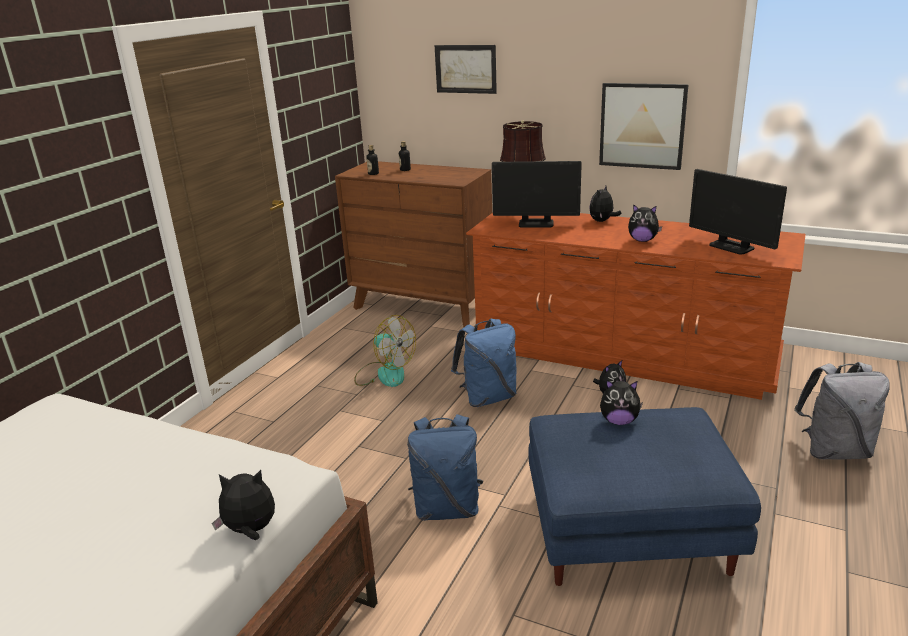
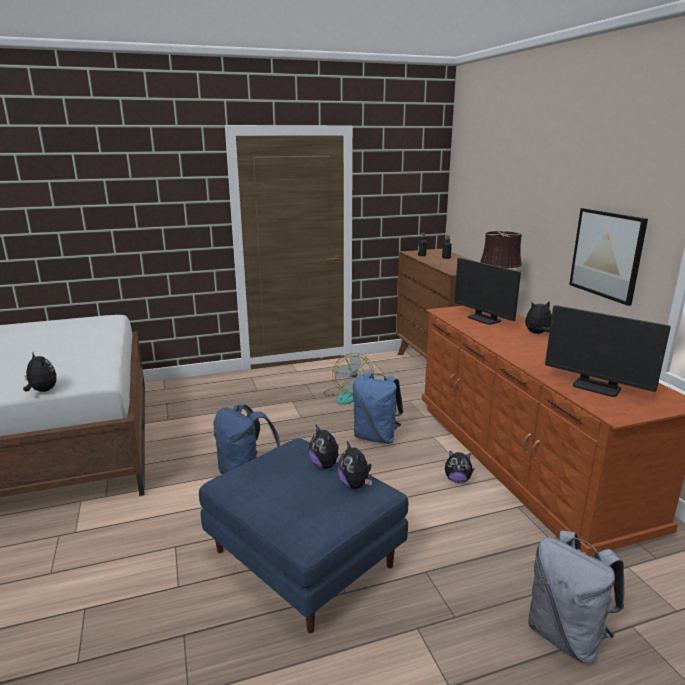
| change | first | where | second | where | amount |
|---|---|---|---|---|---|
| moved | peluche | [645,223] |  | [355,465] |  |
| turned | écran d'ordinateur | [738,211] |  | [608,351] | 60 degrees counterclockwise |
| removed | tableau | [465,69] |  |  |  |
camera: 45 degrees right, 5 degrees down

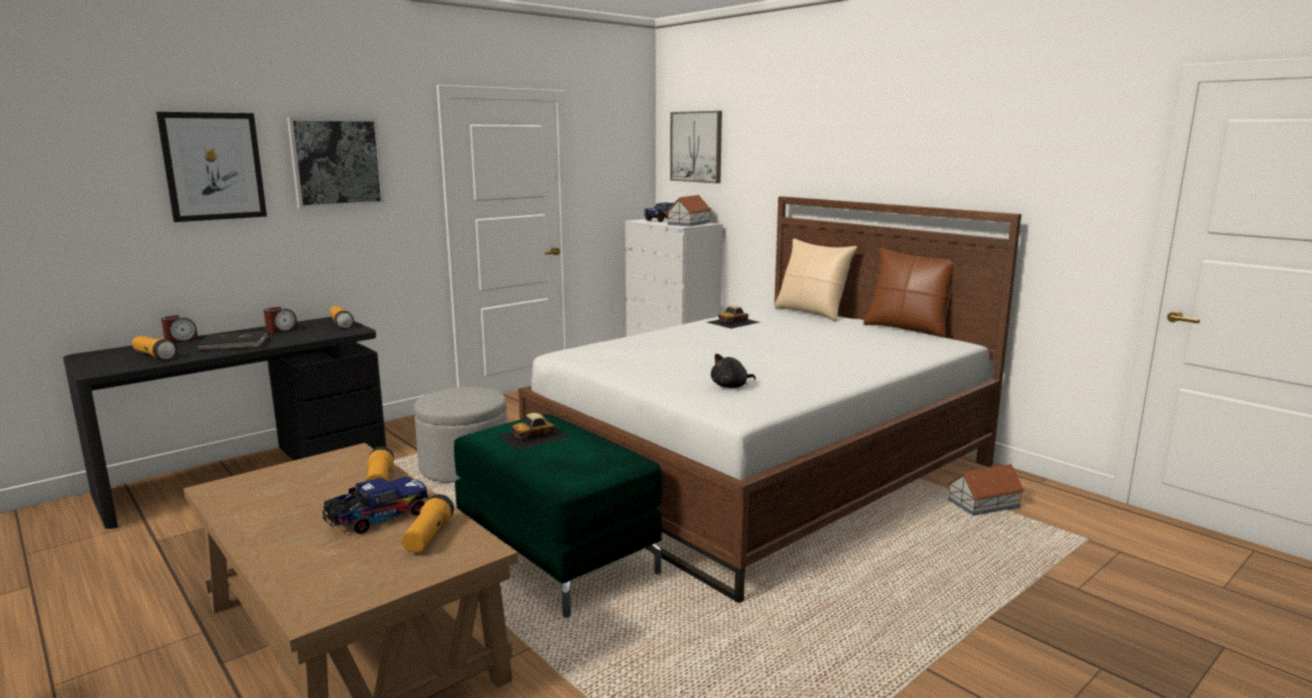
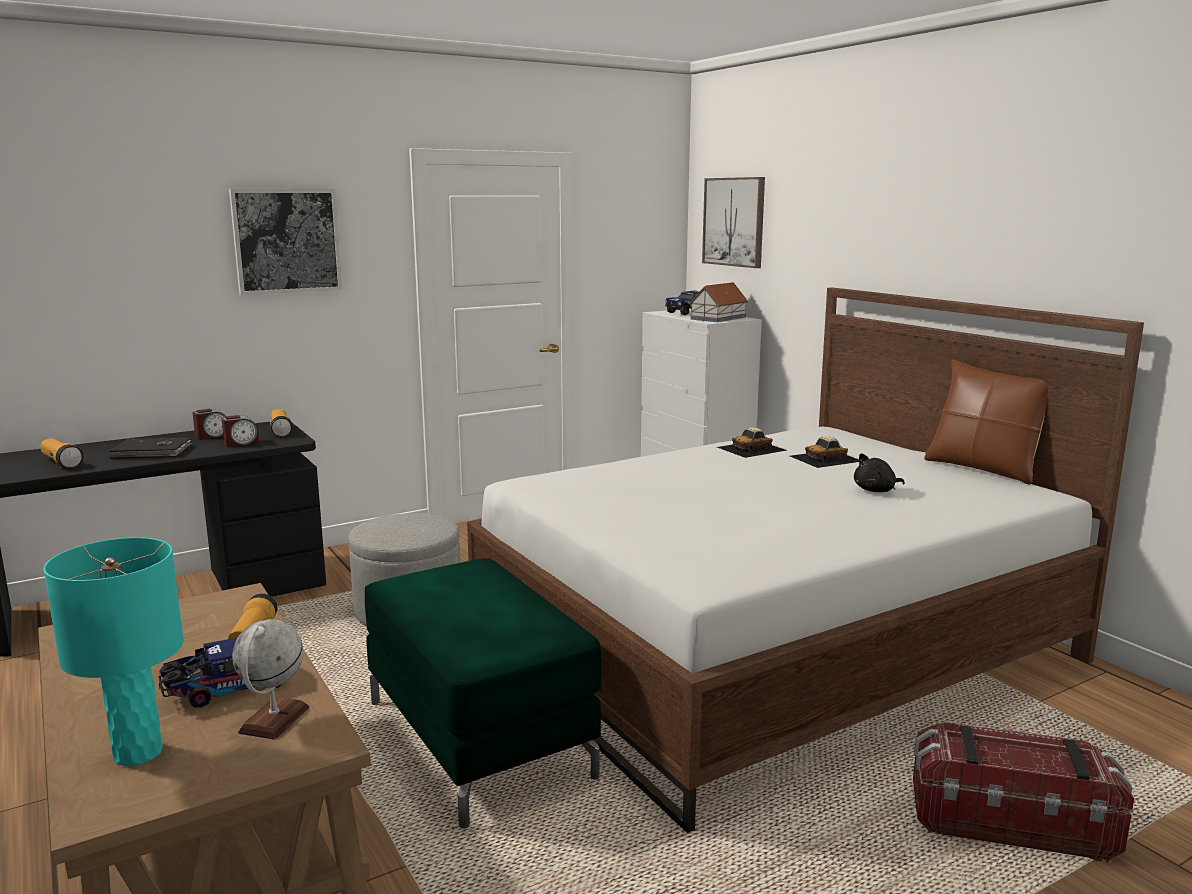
| change | first | where | second | where | amount |
|---|---|---|---|---|---|
| added |  |  | lampe de table (turquoise) | [113,651] |  |
| moved | réveil | [179,329] |  | [240,431] |  |
| replaced | lampe de poche | [428,523] | globe | [270,679] |  |
| moved | petite voiture | [533,431] |  | [824,452] |  |
| moved | peluche (noir) | [733,371] |  | [879,472] |  |
| added |  |  | boîte de rangement | [1023,792] |  |
| removed | tableau | [211,167] |  |  |  |
| removed | coussin (beige) | [815,279] |  |  |  |
| removed | maison miniature | [986,490] |  |  |  |
camera: 10 degrees right, 0 degrees up

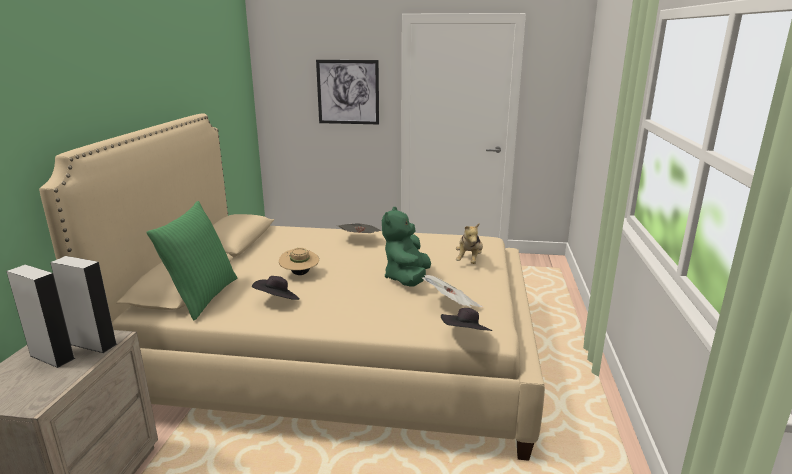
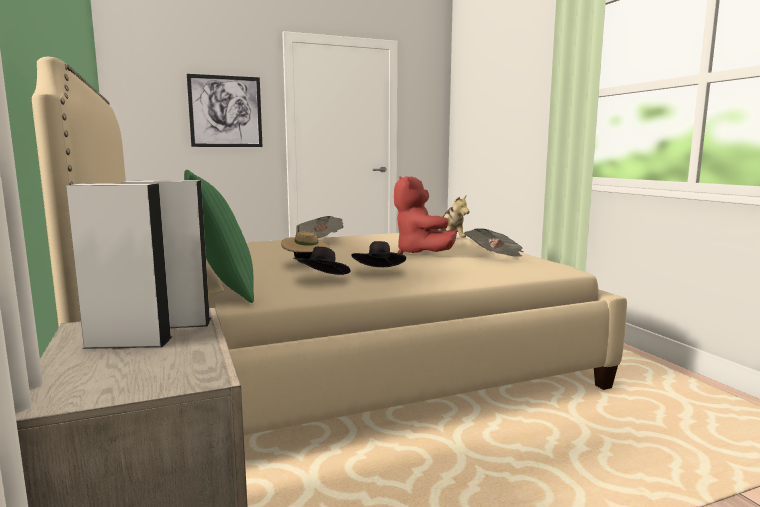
| change | first | where | second | where | amount |
|---|---|---|---|---|---|
| moved | chapeau (noir) | [466,319] |  | [379,254] |  |
| recoloured | peluche (vert) | [406,246] | peluche (rouge) | [425,215] |  |
camera: 30 degrees left, 10 degrees down

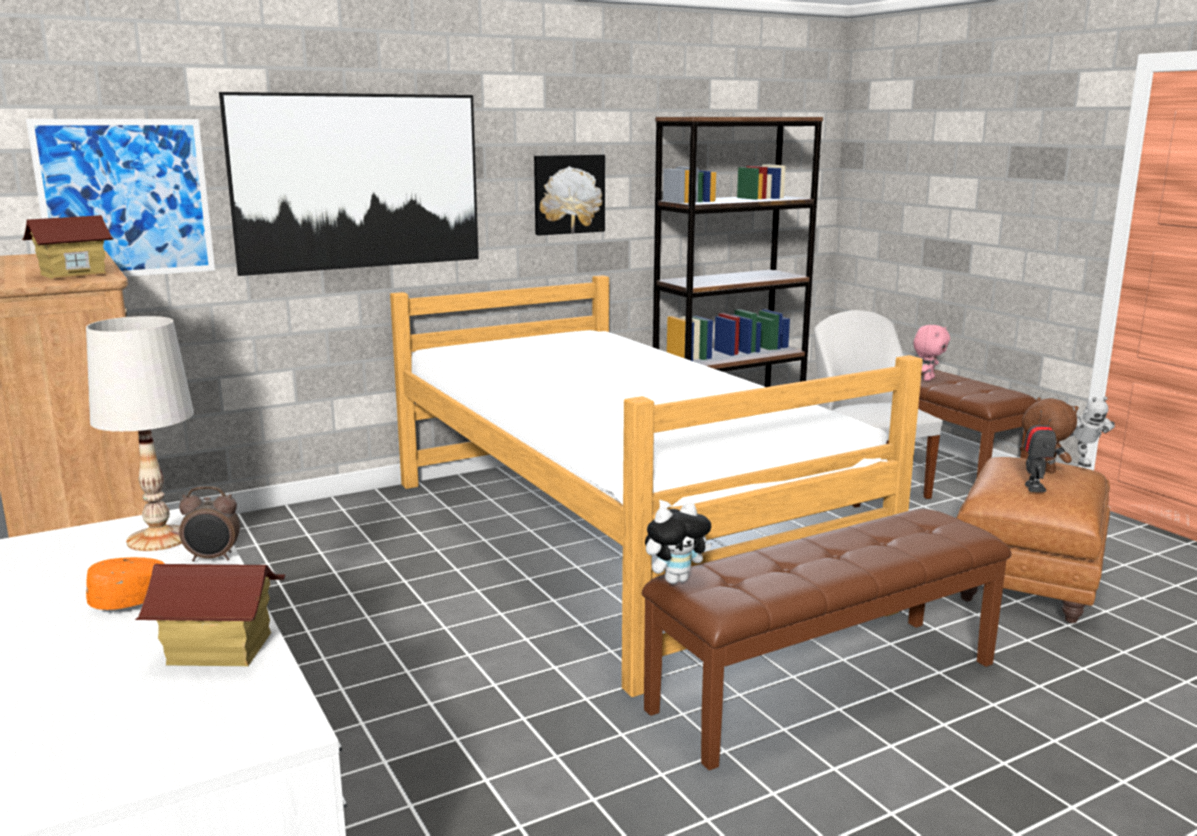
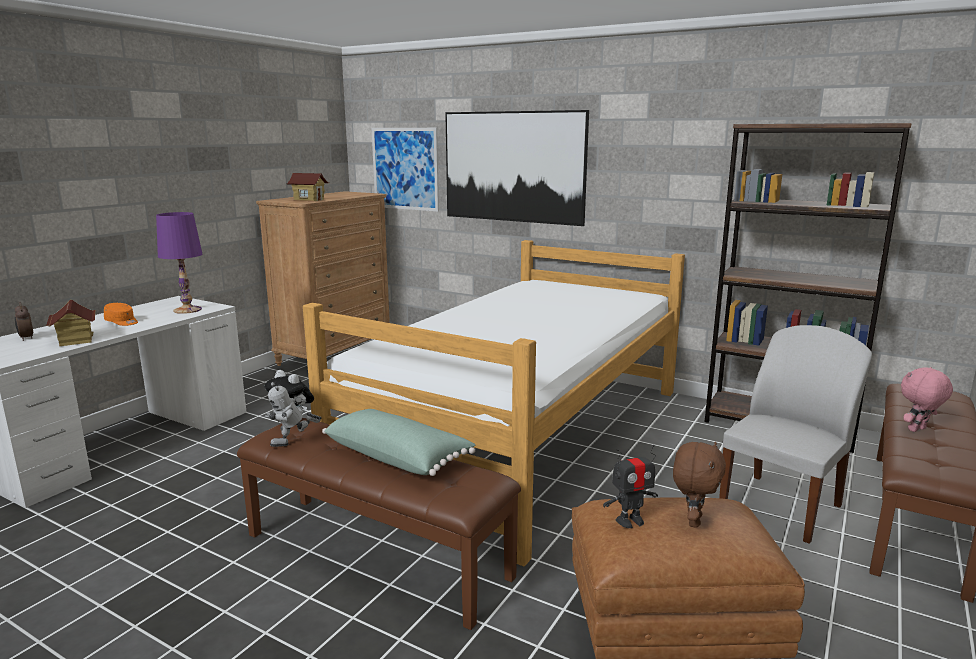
| change | first | where | second | where | amount |
|---|---|---|---|---|---|
| moved | réveil | [209,523] |  | [24,321] |  |
| recoloured | lampe de table (blanc) | [140,433] | lampe de table (violet) | [179,263] |  |
| moved | robot jouet | [1092,432] |  | [293,414] |  |
| added |  |  | coussin (vert) | [398,442] |  |
| turned | peluche (rose) | [931,353] |  | [927,399] | 150 degrees clockwise |
| removed | tableau | [569,195] |  |  |  |
camera: 60 degrees right, 0 degrees up

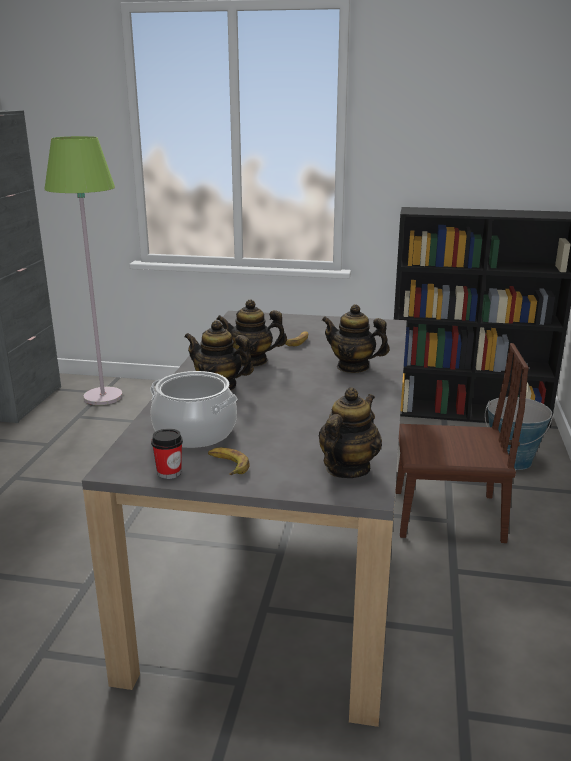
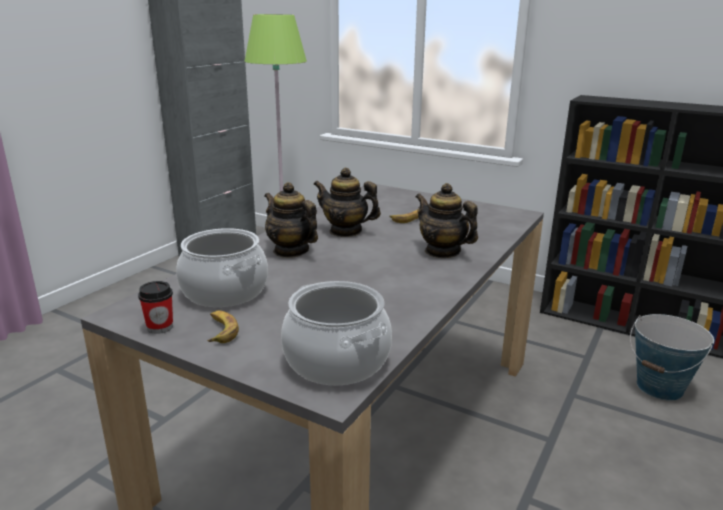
| change | first | where | second | where | amount |
|---|---|---|---|---|---|
| replaced | théière | [350,432] | marmite | [336,333] |  |
| removed | chaise (marron) | [462,443] |  |  |  |
camera: 20 degrees right, 0 degrees up

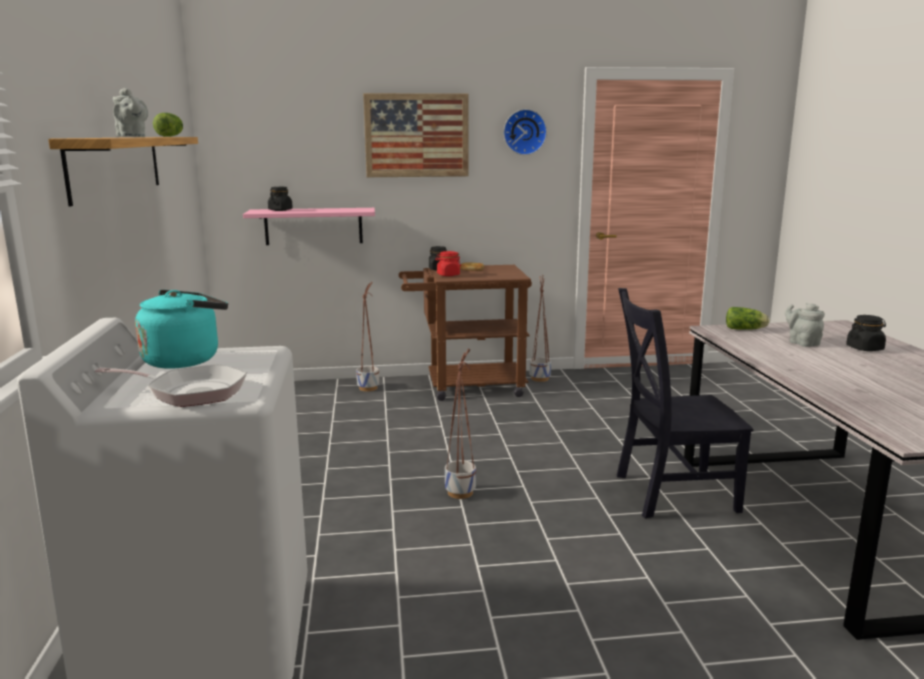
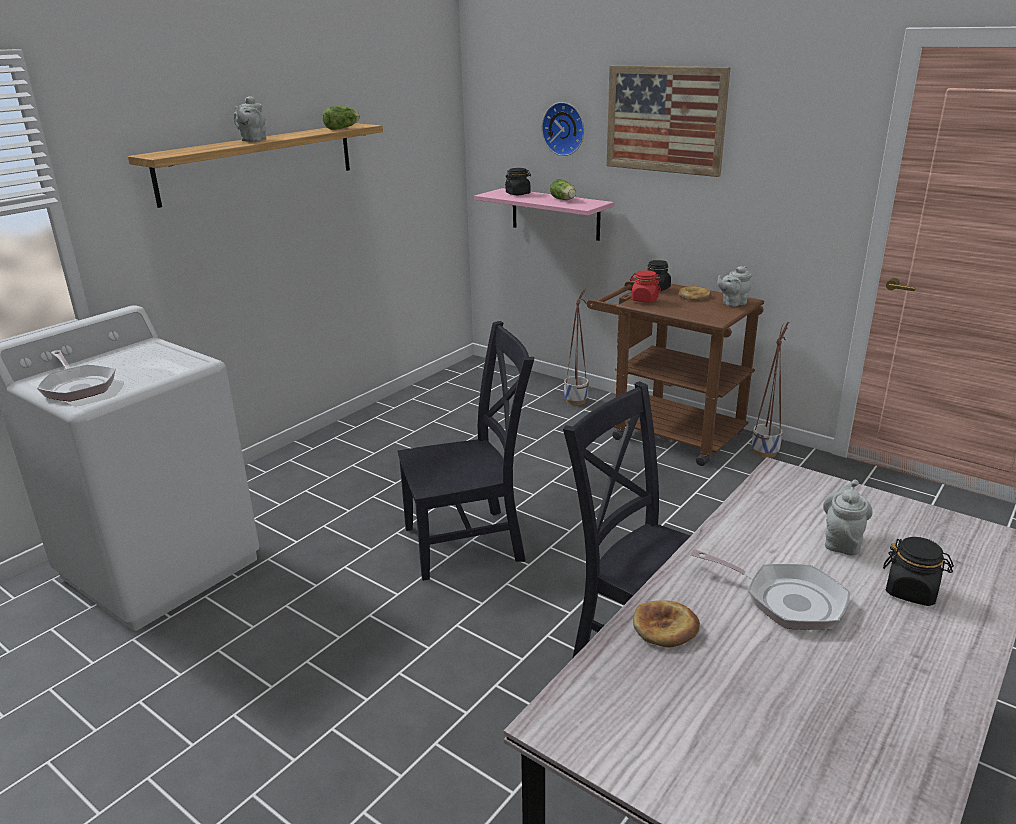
| change | first | where | second | where | amount |
|---|---|---|---|---|---|
| replaced | cache-pot | [461,423] | chaise (noir) | [466,451] |  |
| moved | horloge murale | [525,132] |  | [563,129] |  |
| moved | laitue | [747,318] |  | [563,189] |  |
| added |  |  | pain | [666,624] |  |
| added |  |  | poêle | [770,589] |  |
| added |  |  | théière (gris) | [734,286] |  |
| removed | bouilloire (turquoise) | [181,329] |  |  |  |
camera: 45 degrees right, 10 degrees up

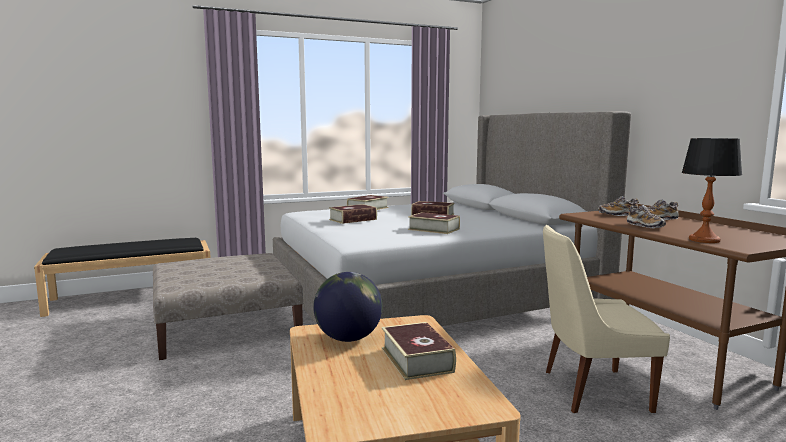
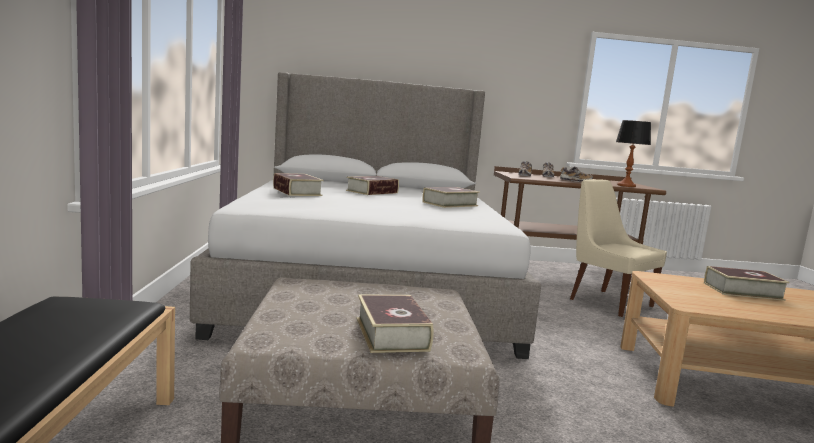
| change | first | where | second | where | amount |
|---|---|---|---|---|---|
| moved | livre | [353,214] |  | [395,324] |  |
| turned | chaise (beige) | [606,319] |  | [618,248] | 120 degrees clockwise |
| removed | globe | [348,307] |  |  |  |
camera: 70 degrees left, 0 degrees up

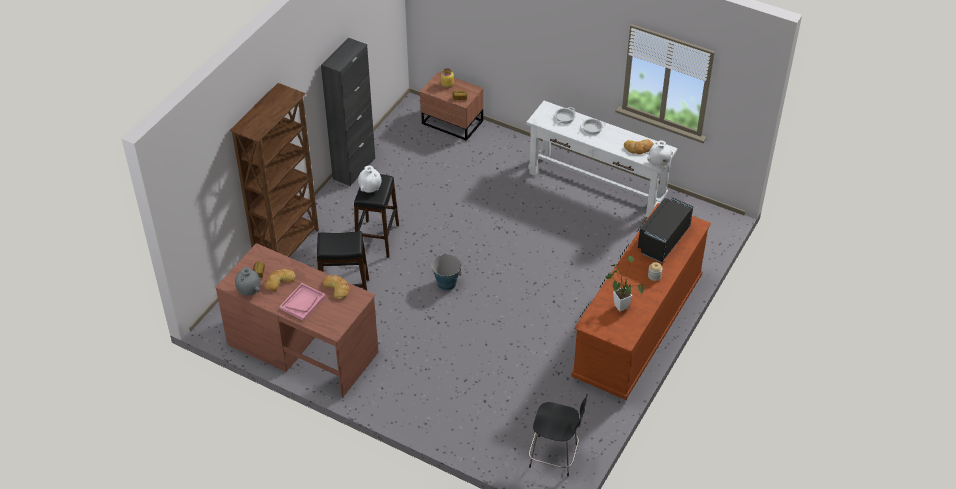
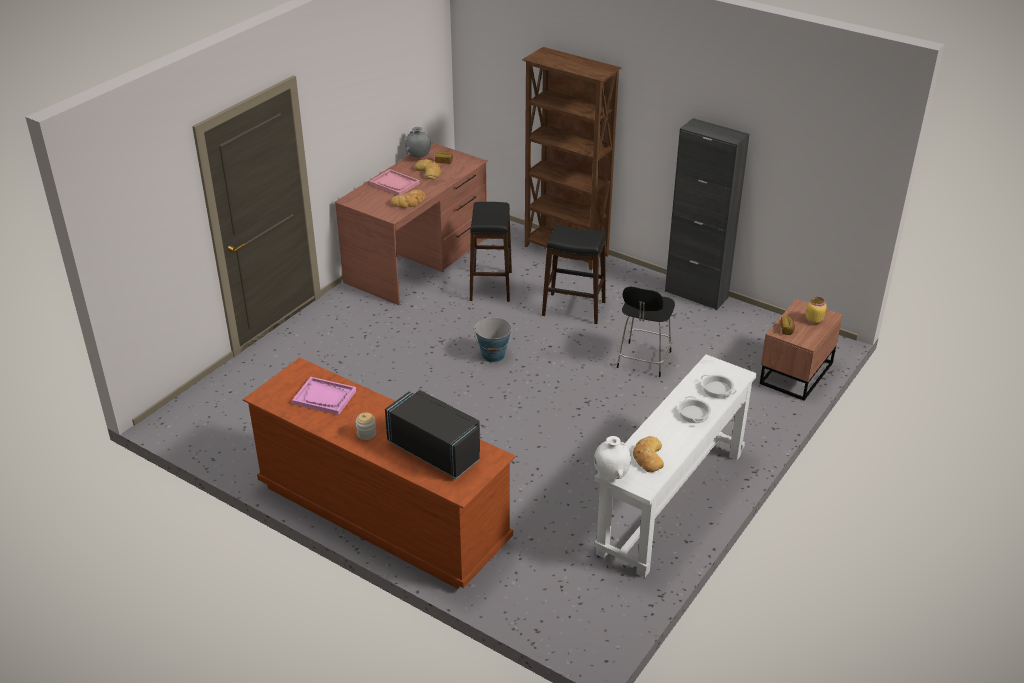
| change | first | where | second | where | amount |
|---|---|---|---|---|---|
| replaced | plante en pot | [624,283] | plateau (rose) | [324,396] |  |
| moved | chaise (noir) | [558,435] |  | [646,332] |  |
| removed | vase (blanc) | [370,179] |  |  |  |
camera: 95 degrees right, 10 degrees down

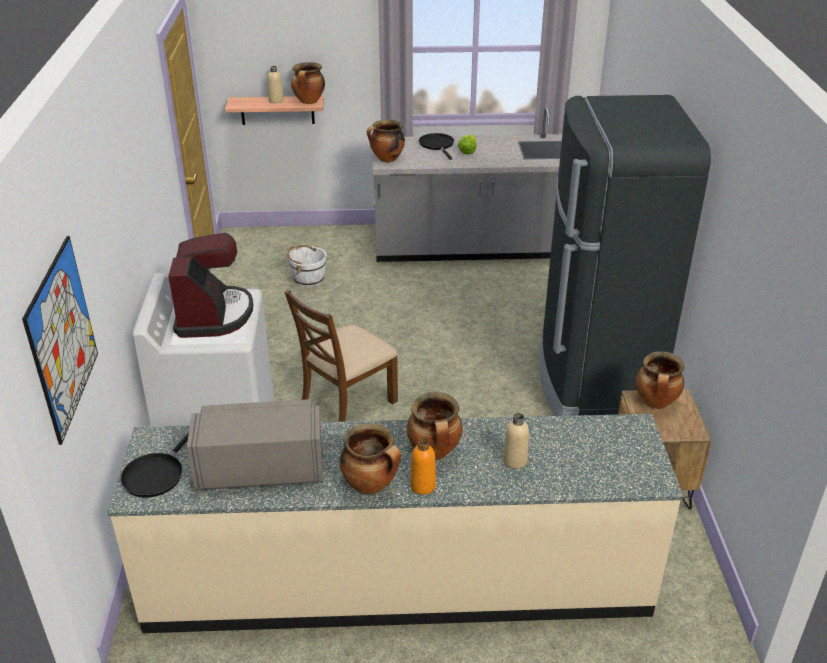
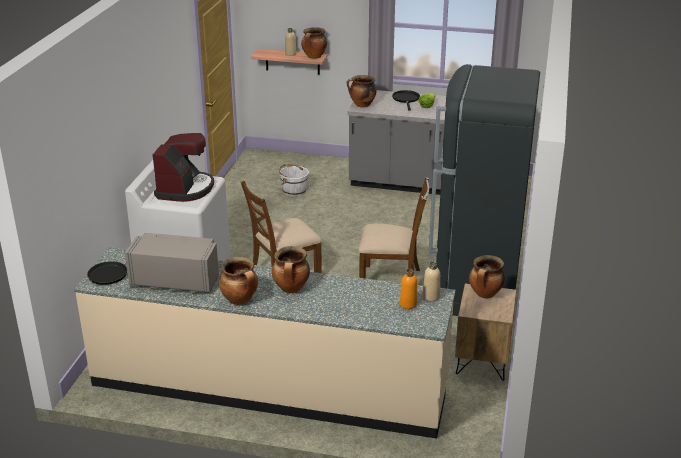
| change | first | where | second | where | amount |
|---|---|---|---|---|---|
| added |  |  | chaise (marron) | [393,228] |  |
| moved | bouteille (orange) | [423,466] |  | [408,289] |  |
| moved | bouteille (beige) | [516,441] |  | [431,282] |  |
| removed | tableau | [60,340] |  |  |  |
camera: 15 degrees right, 5 degrees down

